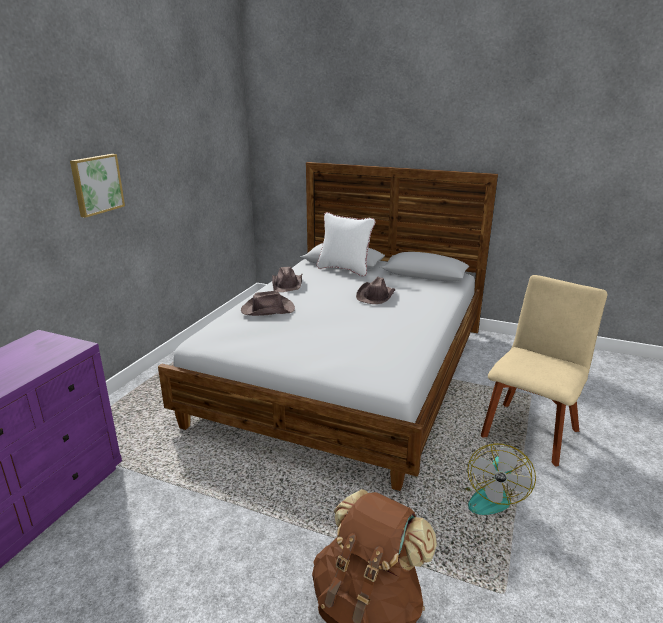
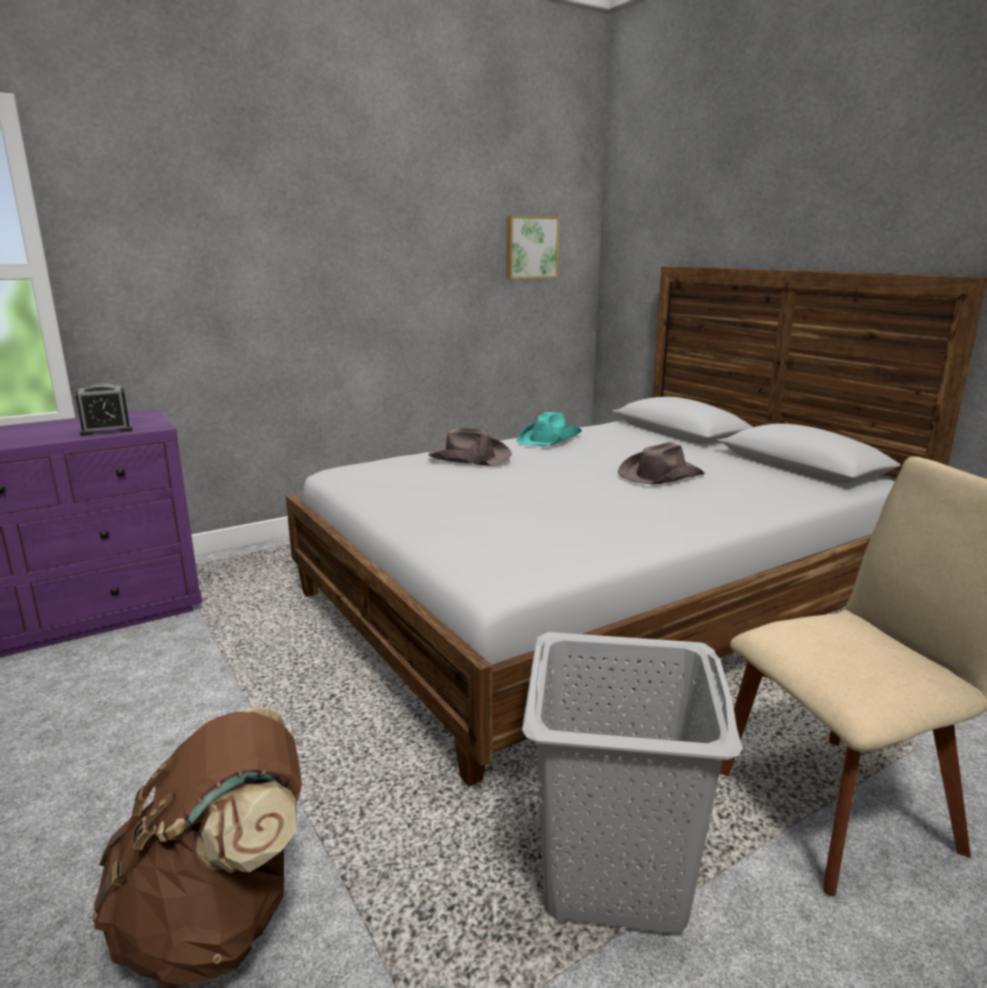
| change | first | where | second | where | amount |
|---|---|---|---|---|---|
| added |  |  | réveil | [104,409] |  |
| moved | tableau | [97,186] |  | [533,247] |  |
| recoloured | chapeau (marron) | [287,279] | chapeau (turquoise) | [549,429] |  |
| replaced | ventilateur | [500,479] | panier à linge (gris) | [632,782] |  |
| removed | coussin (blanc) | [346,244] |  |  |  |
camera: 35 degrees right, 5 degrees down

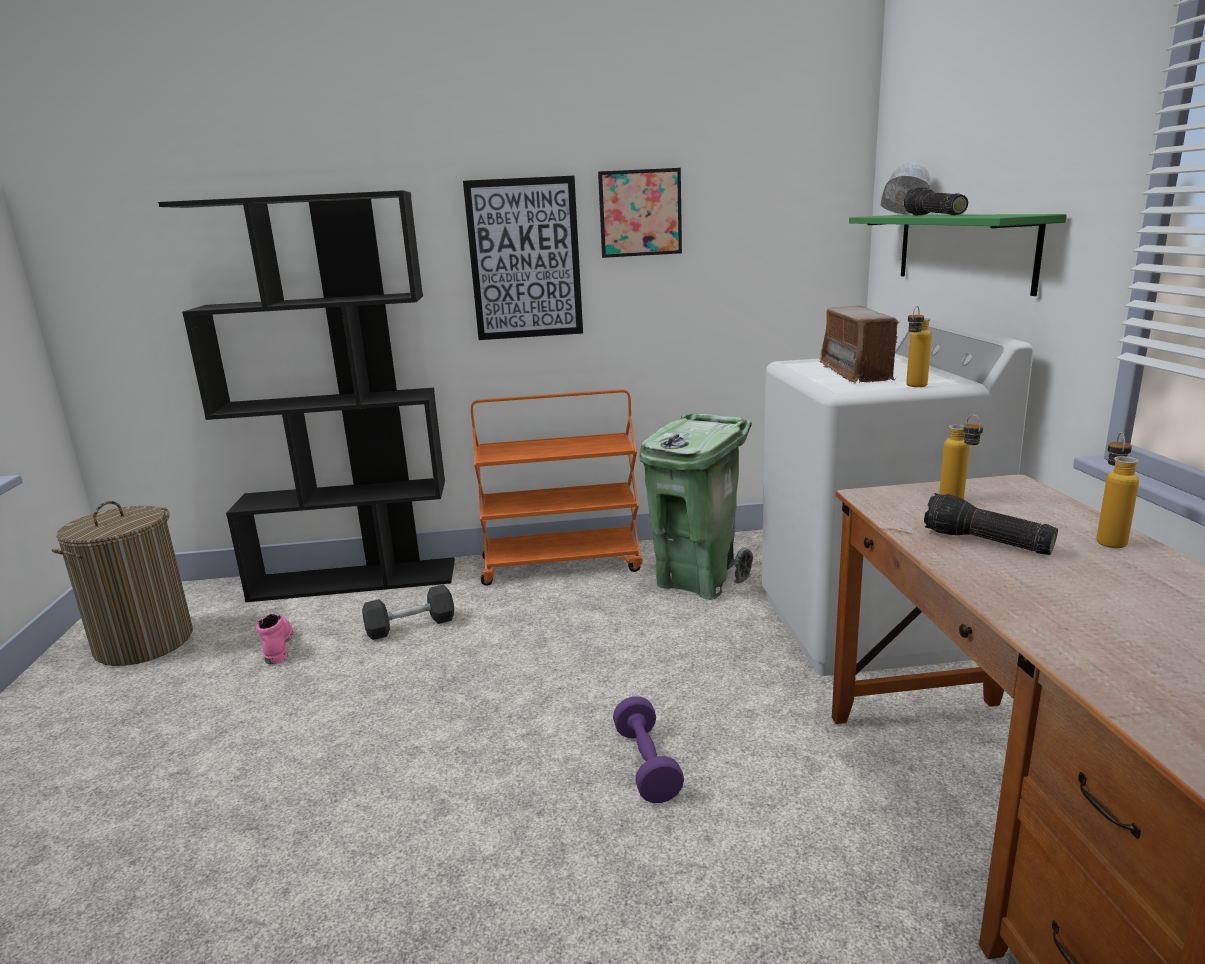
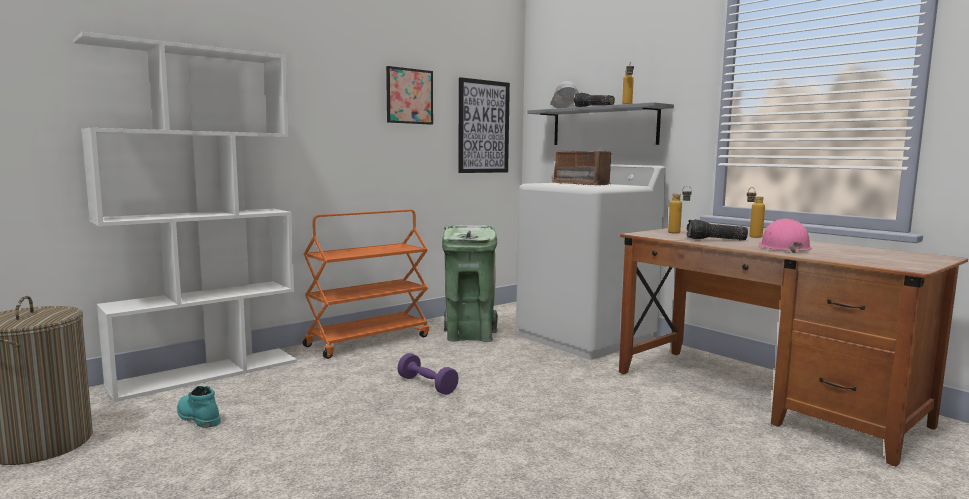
| change | first | where | second | where | amount |
|---|---|---|---|---|---|
| recoloured | bibliothèque (noir) | [306,396] | bibliothèque (blanc) | [185,217] |  |
| recoloured | botte (rose) | [274,639] | botte (turquoise) | [199,407] |  |
| moved | haltère (violet) | [648,749] |  | [428,374] |  |
| moved | tableau | [523,258] |  | [484,125] |  |
| recoloured | étagère (vert) | [958,255] | étagère (gris) | [600,123] |  |
| moved | bouteille | [919,346] |  | [628,82] |  |
| added |  |  | casque de chantier (rose) | [785,236] |  |
| removed | haltère (gris) | [408,612] |  |  |  |
camera: 35 degrees left, 10 degrees down

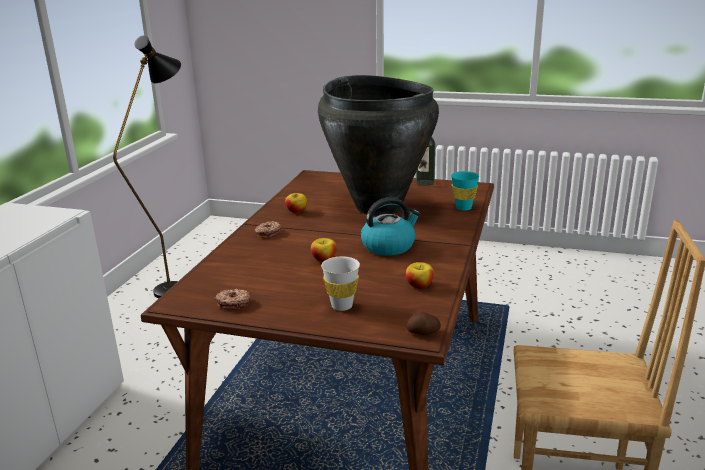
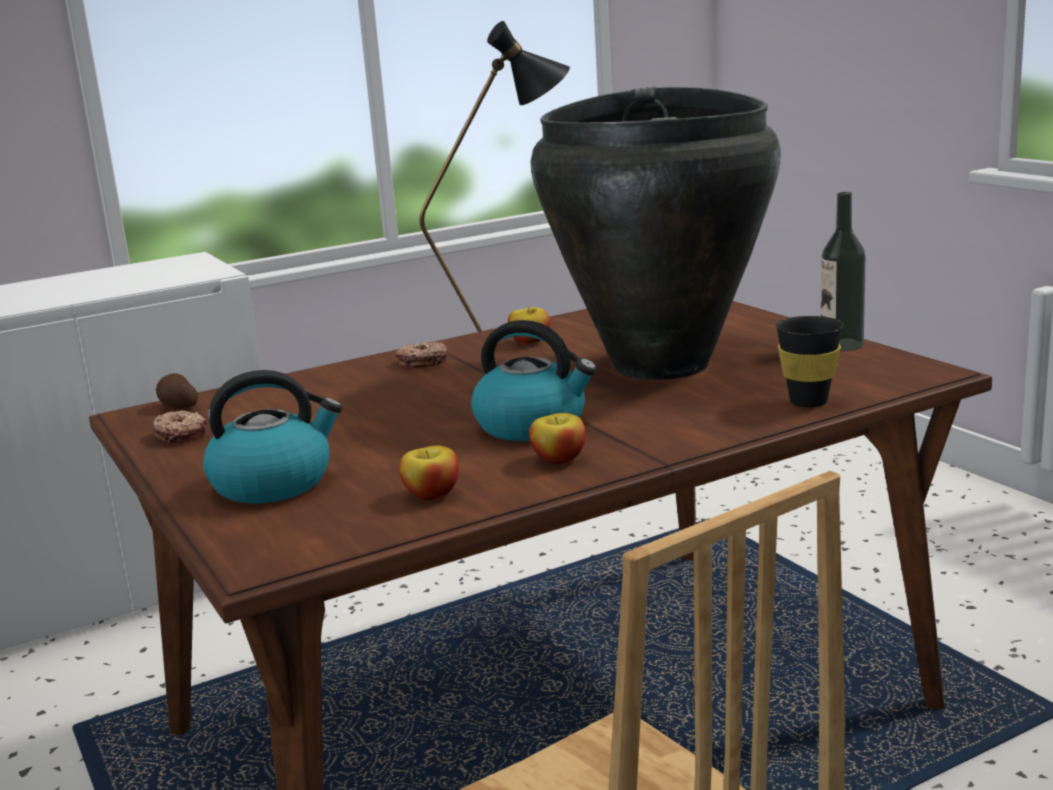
| change | first | where | second | where | amount |
|---|---|---|---|---|---|
| moved | pomme de terre | [423,323] |  | [177,391] |  |
| replaced | tasse (blanc) | [340,283] | bouilloire | [272,437] |  |
| moved | pomme | [323,250] |  | [557,438] |  |
| recoloured | tasse (turquoise) | [465,191] | tasse (noir) | [809,361] |  |
camera: 45 degrees right, 5 degrees down

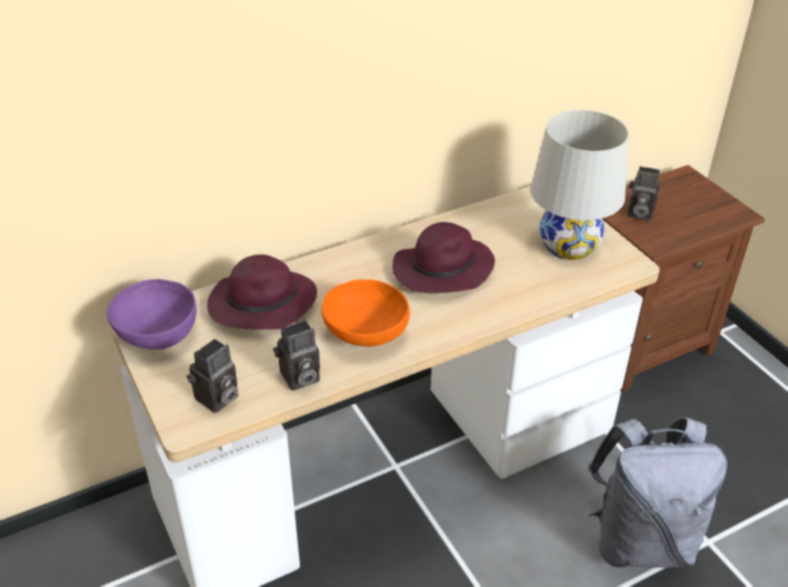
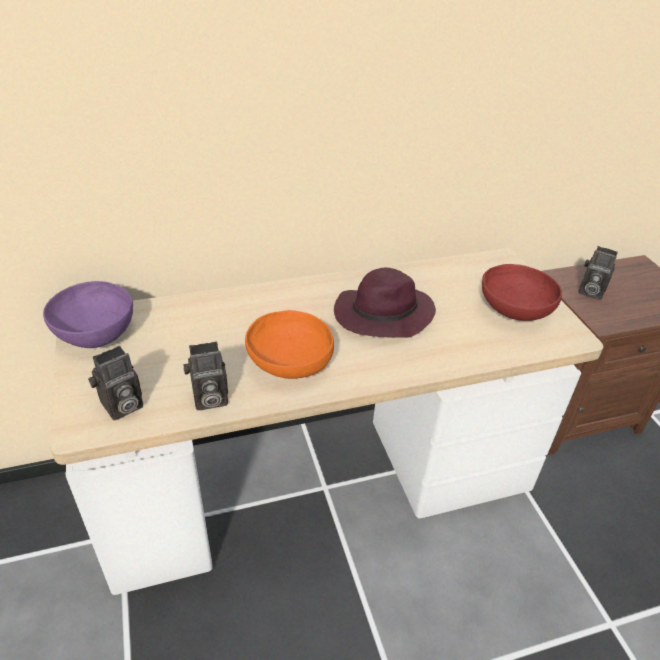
| change | first | where | second | where | amount |
|---|---|---|---|---|---|
| replaced | lampe de table (blanc) | [579,185] | bol (rouge) | [522,292] |  |
| removed | chapeau (violet) | [262,292] |  |  |  |
| removed | sac à dos (gris) | [657,492] |  |  |  |
camera: 10 degrees right, 0 degrees up

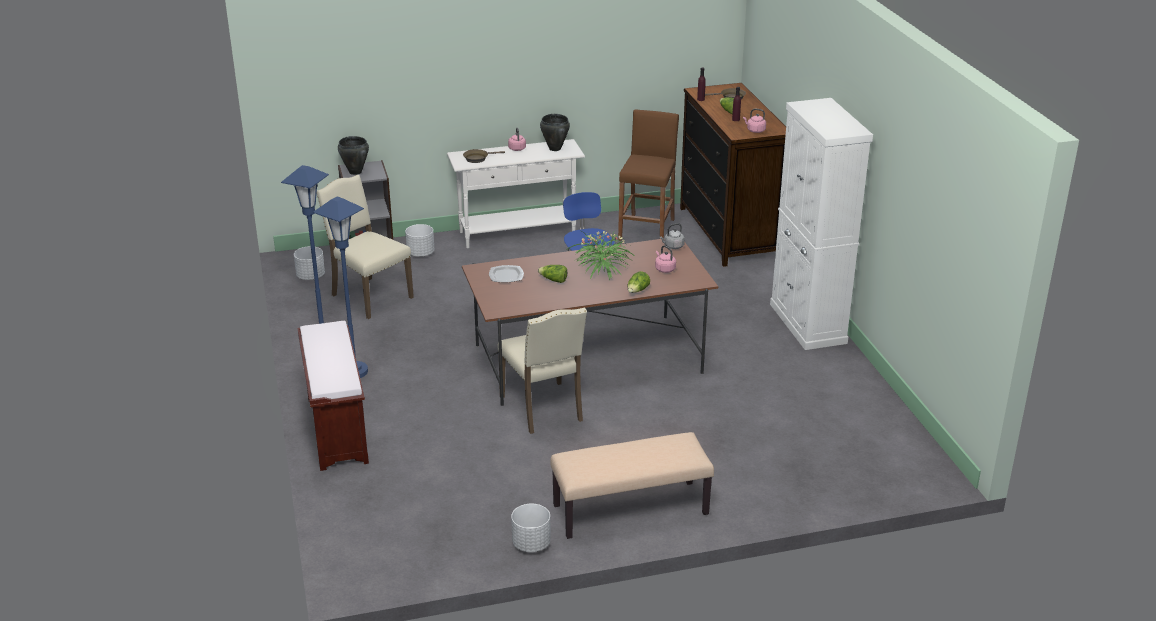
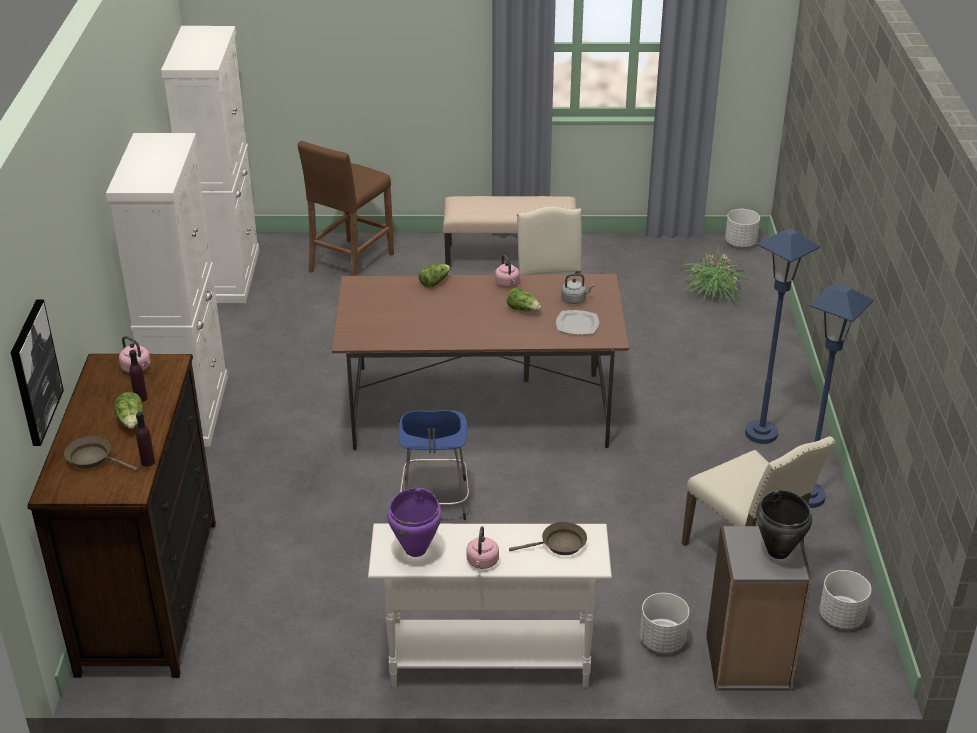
| change | first | where | second | where | amount |
|---|---|---|---|---|---|
| added |  |  | tableau | [37,372] |  |
| added |  |  | meuble de rangement (blanc) | [210,164] |  |
| moved | tabouret (marron) | [648,175] |  | [346,208] |  |
| recoloured | marmite (noir) | [555,132] | marmite (violet) | [414,522] |  |
| moved | bouilloire (rose) | [665,259] |  | [507,271] |  |
| moved | bouilloire (gris) | [672,236] |  | [577,288] |  |
| moved | plante en pot | [601,255] |  | [718,275] |  |
| moved | cache-pot (blanc) | [531,528] |  | [742,228] |  |
| removed | banc (marron) | [333,396] |  |  |  |
camera: 165 degrees left, 5 degrees up

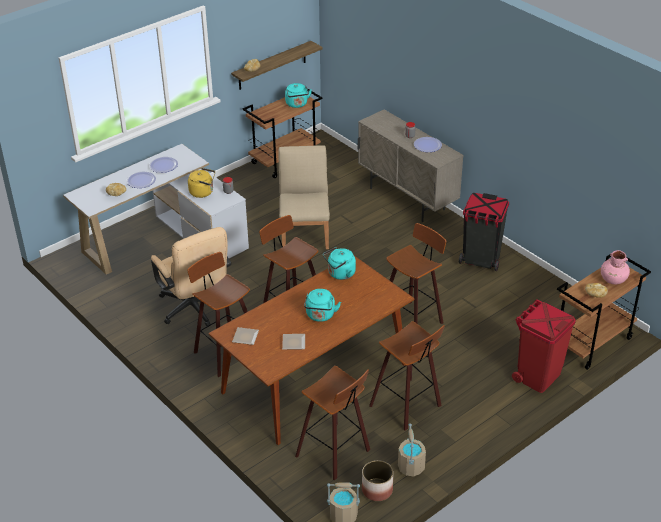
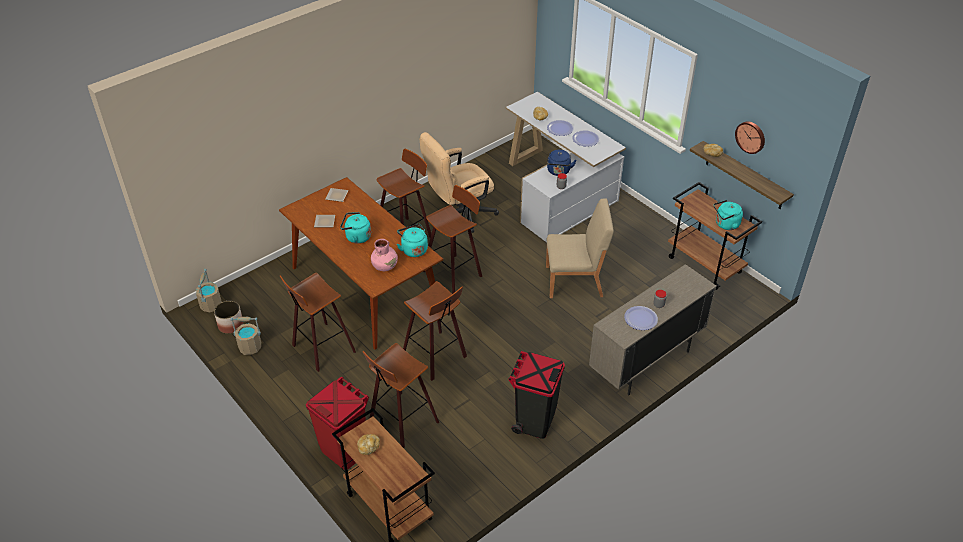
| change | first | where | second | where | amount |
|---|---|---|---|---|---|
| moved | tabouret | [332,423] |  | [401,395] |  |
| moved | vase (rose) | [615,267] |  | [384,255] |  |
| recoloured | bouilloire (jaune) | [201,183] | bouilloire (bleu) | [561,163] |  |
| added |  |  | horloge murale | [750,137] |  |
camera: 90 degrees right, 5 degrees up

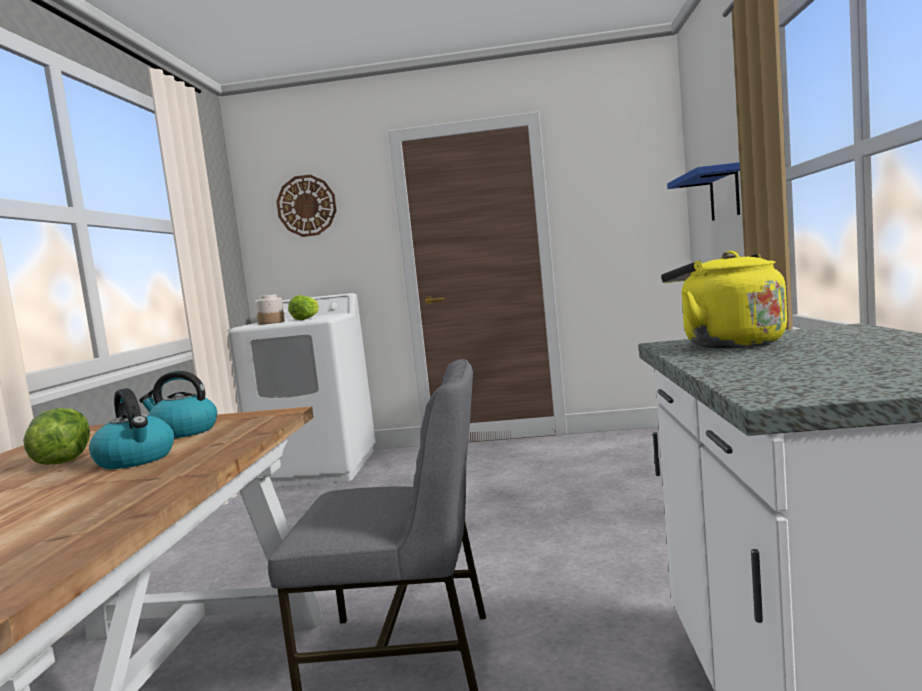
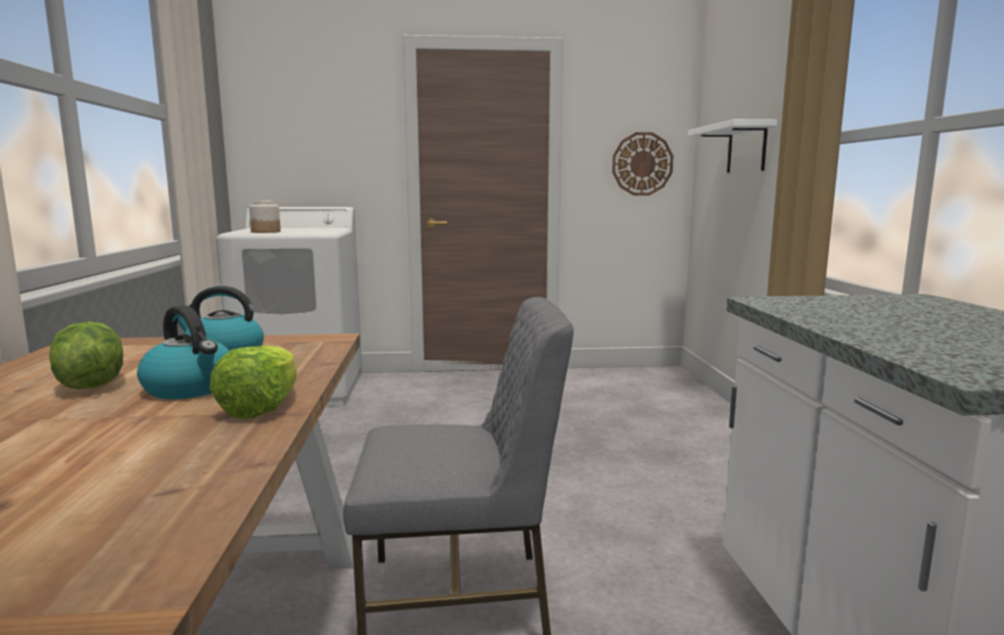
| change | first | where | second | where | amount |
|---|---|---|---|---|---|
| moved | laitue | [303,307] |  | [253,382] |  |
| moved | horloge murale | [306,206] |  | [642,164] |  |
| recoloured | étagère (bleu) | [703,191] | étagère (blanc) | [732,146] |  |
| removed | bouilloire (jaune) | [724,299] |  |  |  |
camera: 10 degrees left, 5 degrees up

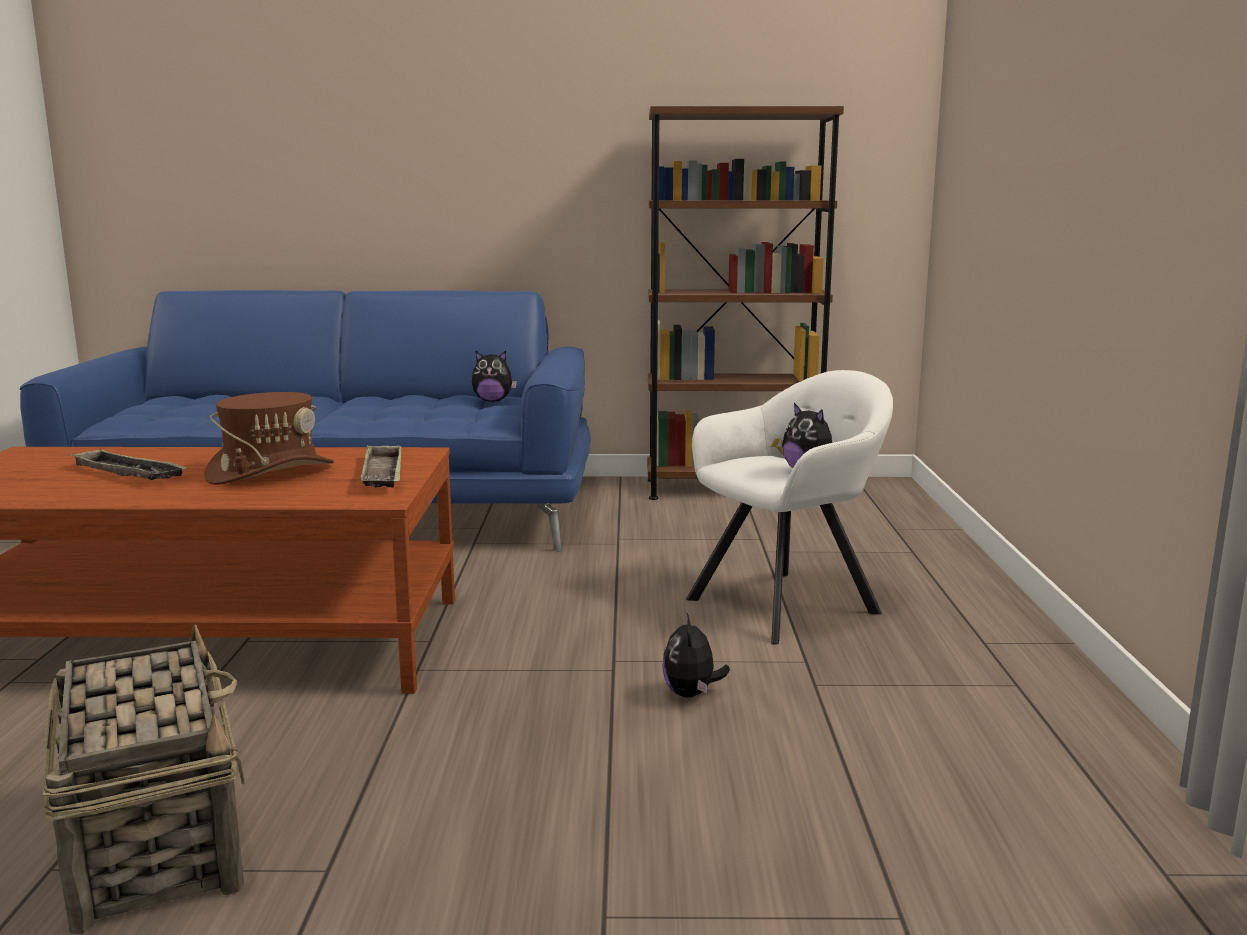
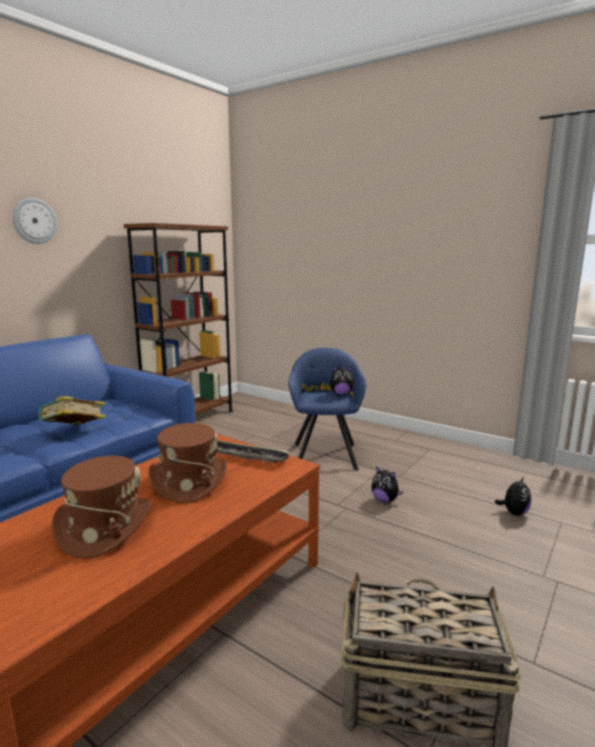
| change | first | where | second | where | amount |
|---|---|---|---|---|---|
| added |  |  | horloge murale | [34,221] |  |
| added |  |  | livre | [71,410] |  |
| replaced | plateau | [128,464] | chapeau (marron) | [102,507] |  |
| recoloured | fauteuil (blanc) | [789,507] | fauteuil (bleu) | [327,409] |  |
| moved | peluche | [494,376] |  | [513,496] |  |
camera: 55 degrees left, 0 degrees up

